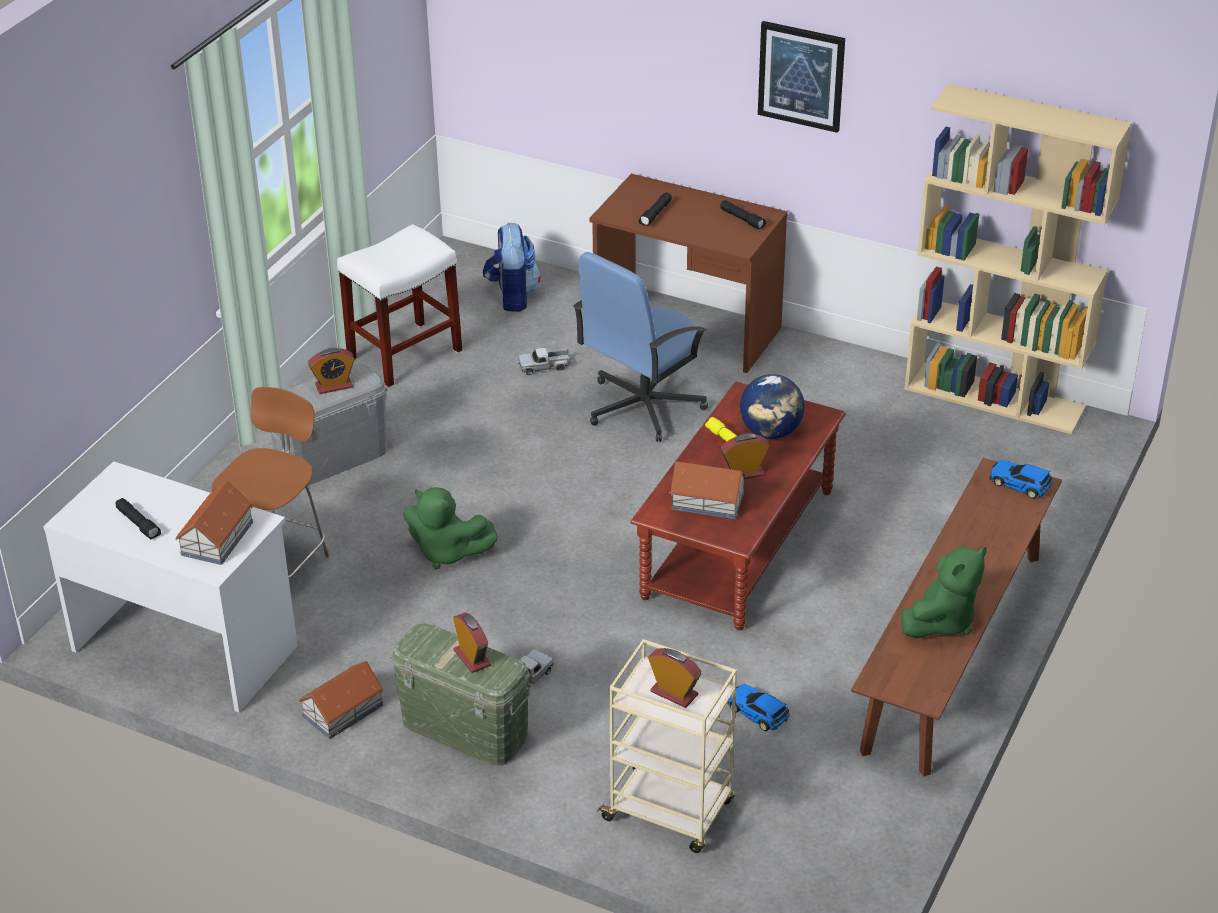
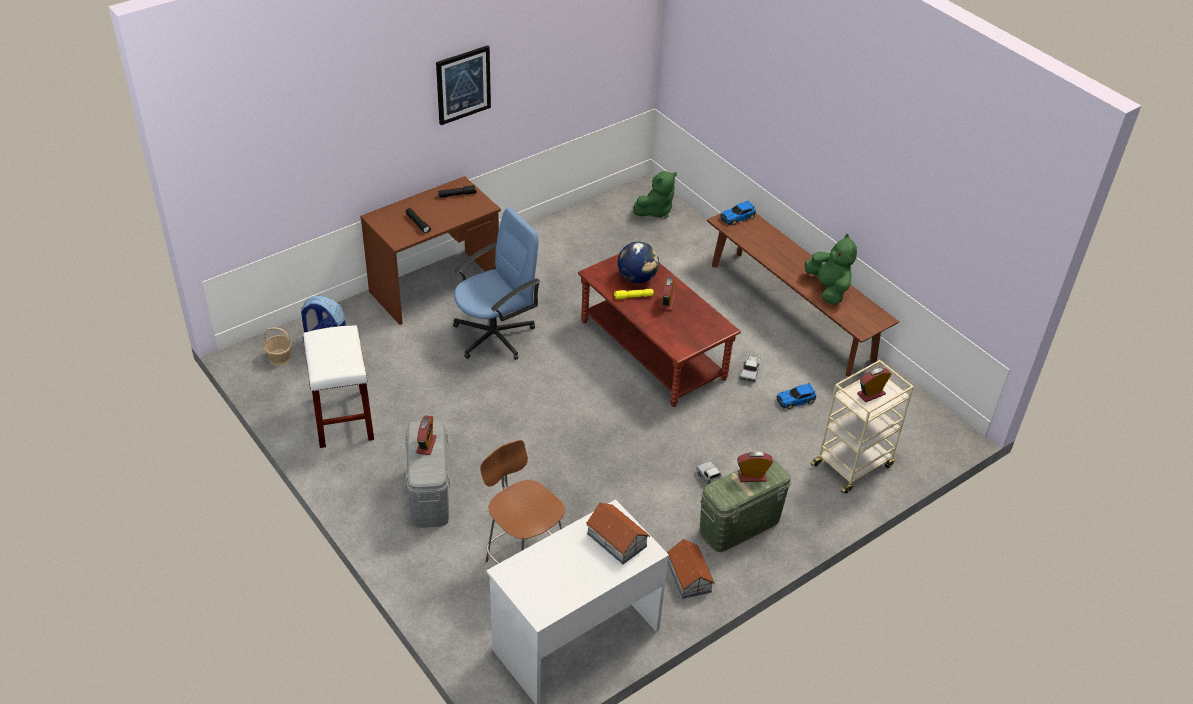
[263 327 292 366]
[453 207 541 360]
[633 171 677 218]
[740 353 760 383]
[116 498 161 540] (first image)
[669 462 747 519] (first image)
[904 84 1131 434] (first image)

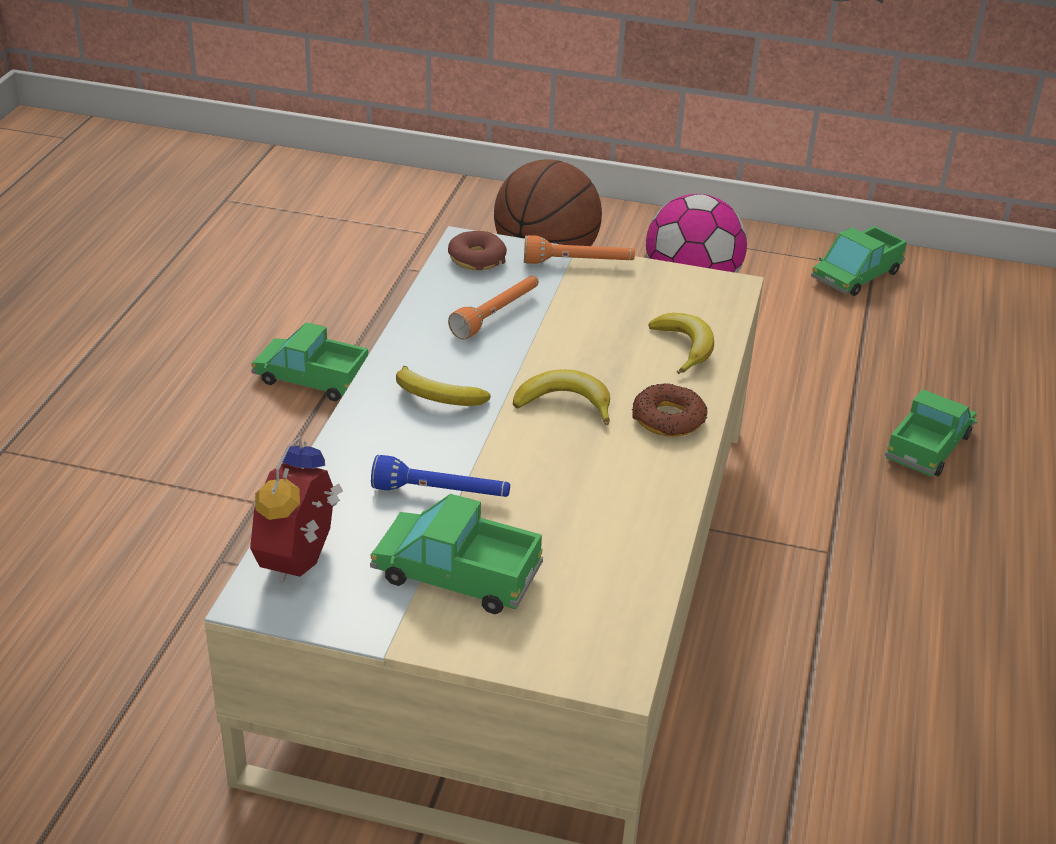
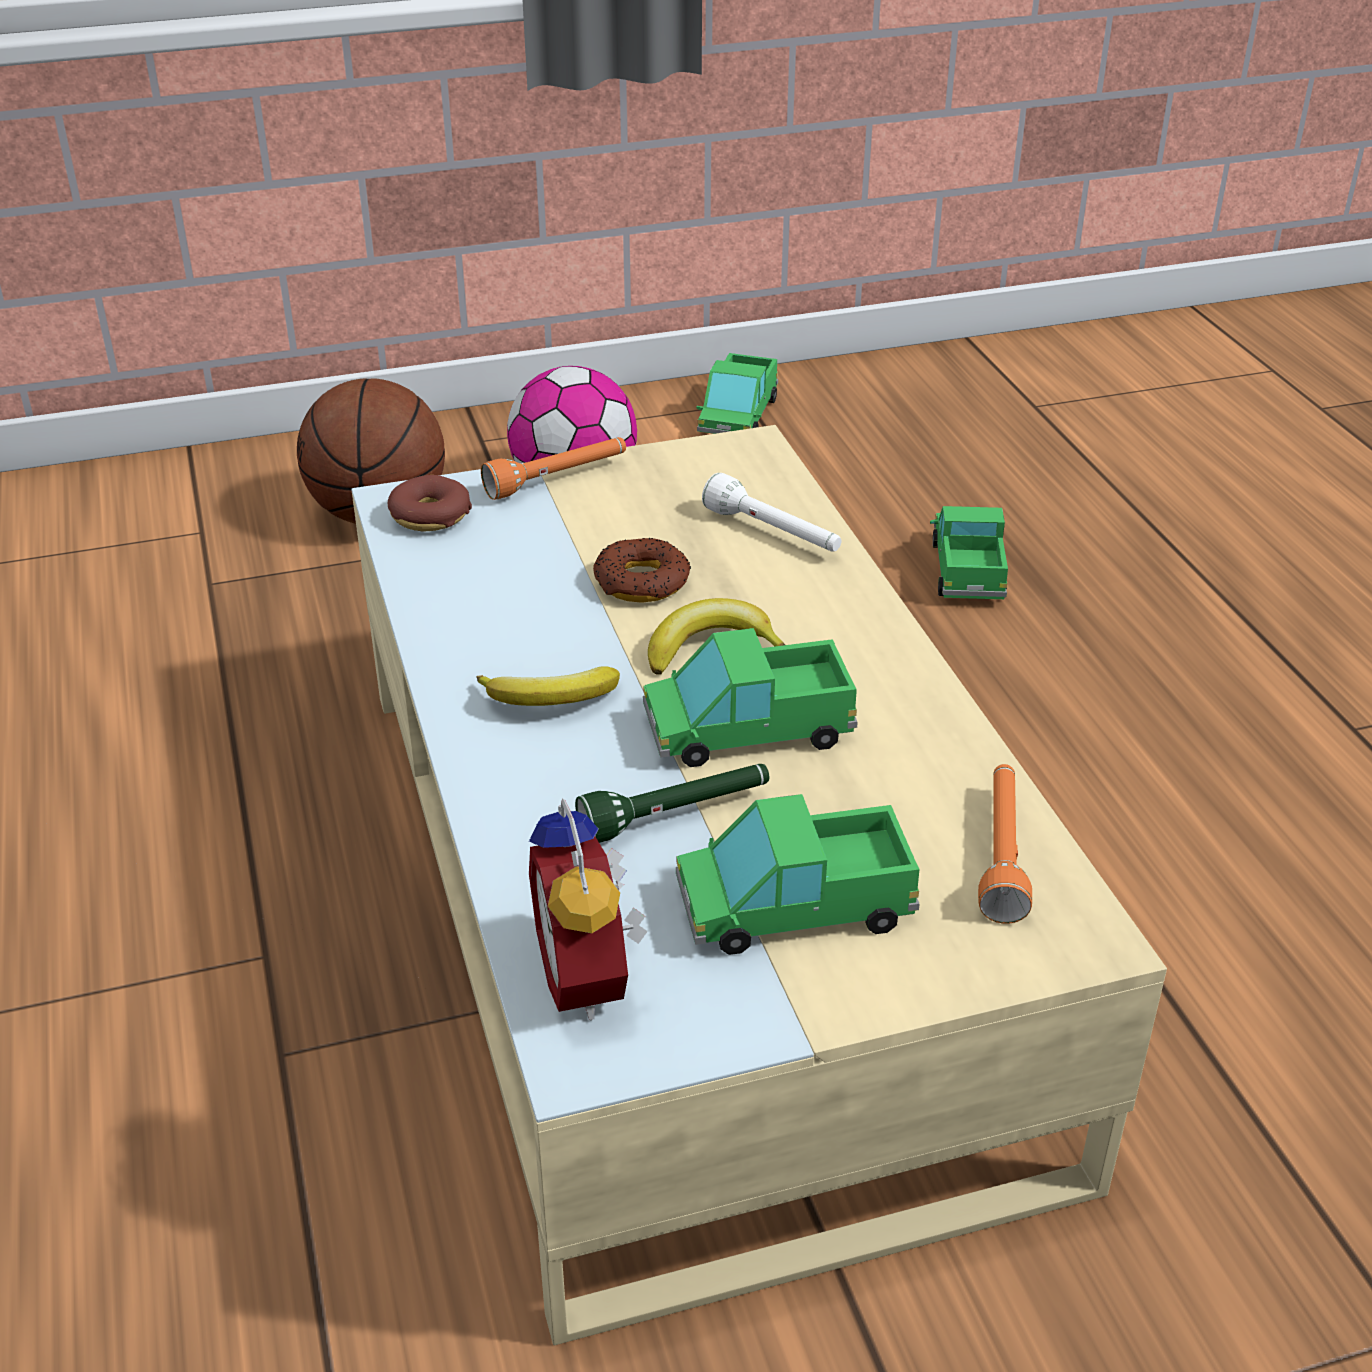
[575 764 769 843]
[593 538 691 603]
[643 628 858 767]
[702 473 841 552]
[978 764 1032 924]

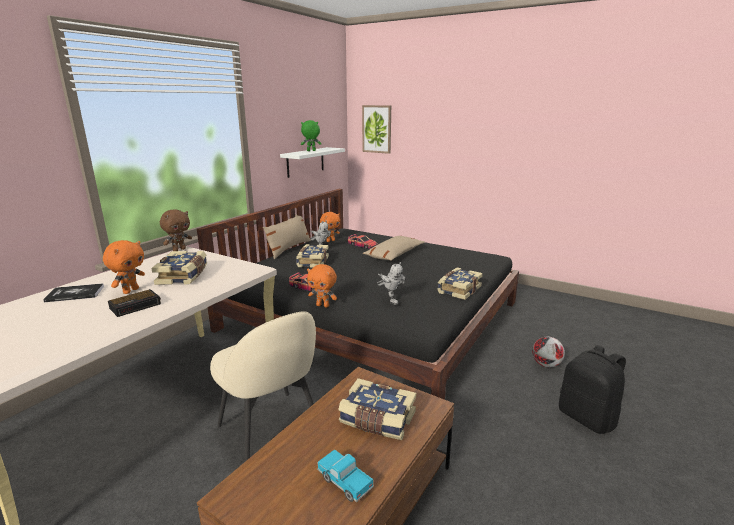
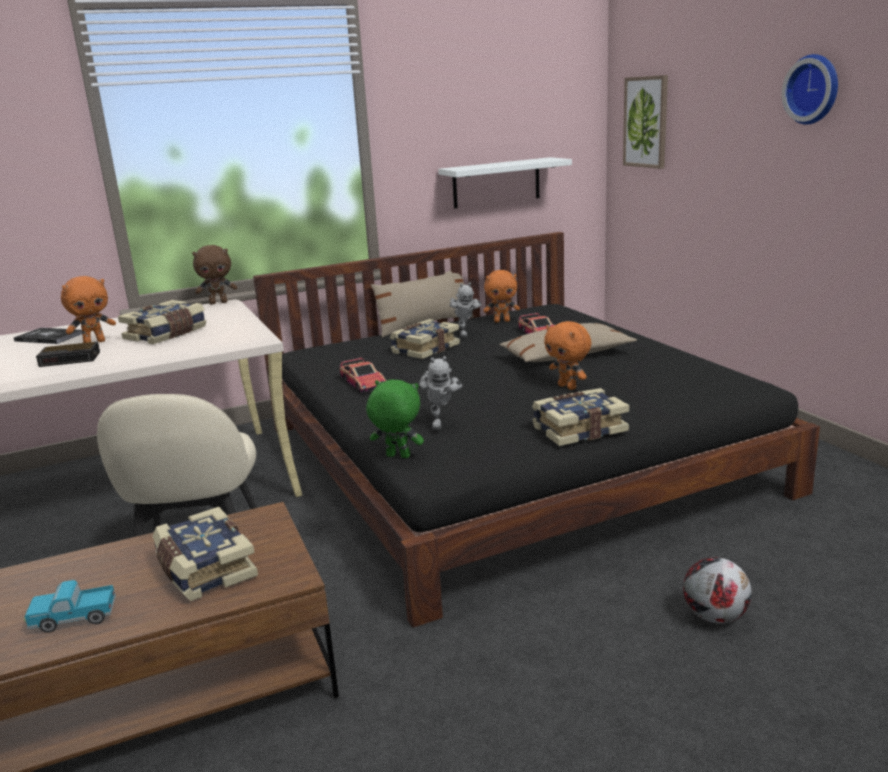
[23 580 116 633]
[366 380 424 458]
[544 321 591 390]
[782 54 838 125]
[559 345 626 434] (first image)

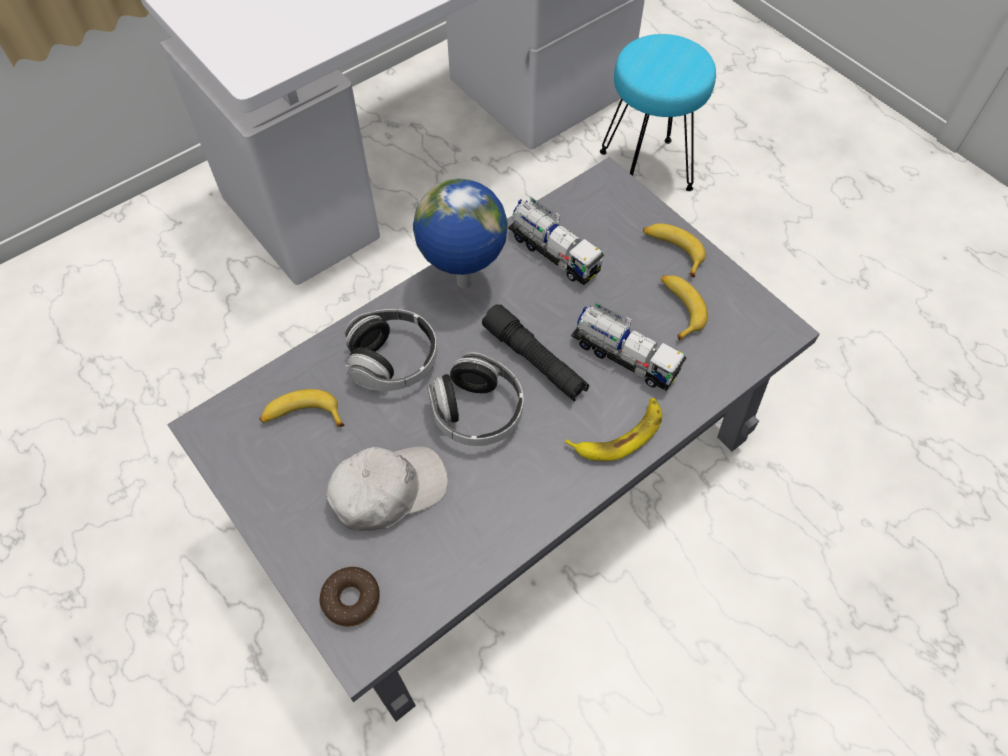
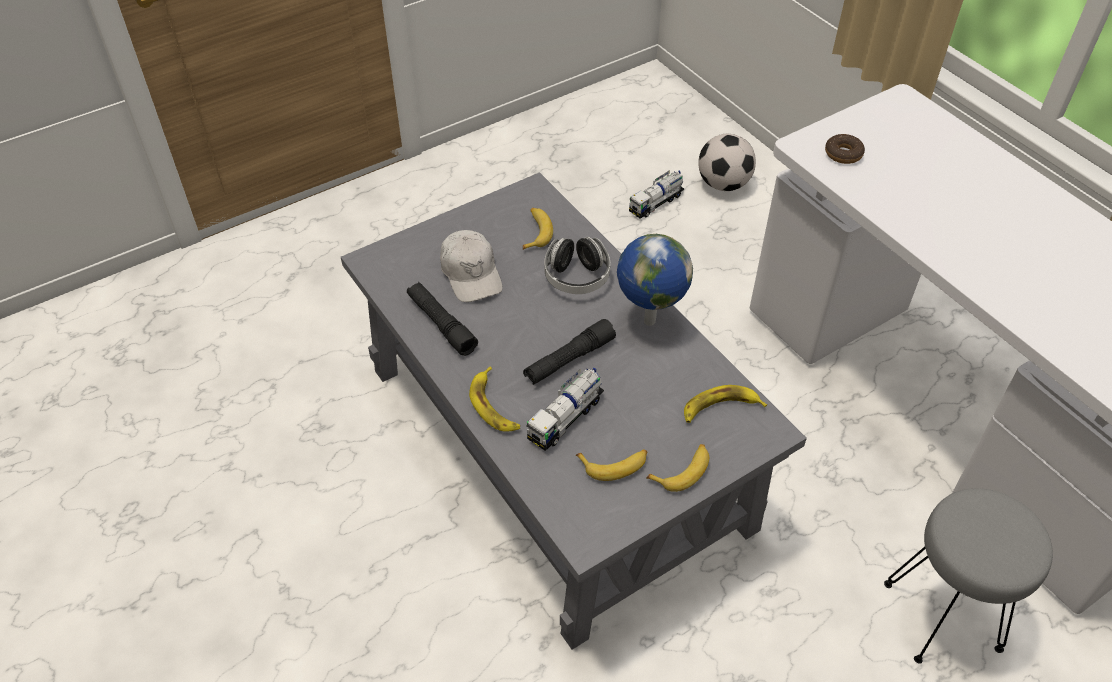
[407 282 478 356]
[629 170 684 218]
[684 385 767 423]
[698 134 756 191]
[825 134 865 164]
[884 488 1053 664]
[427 352 523 446] (first image)

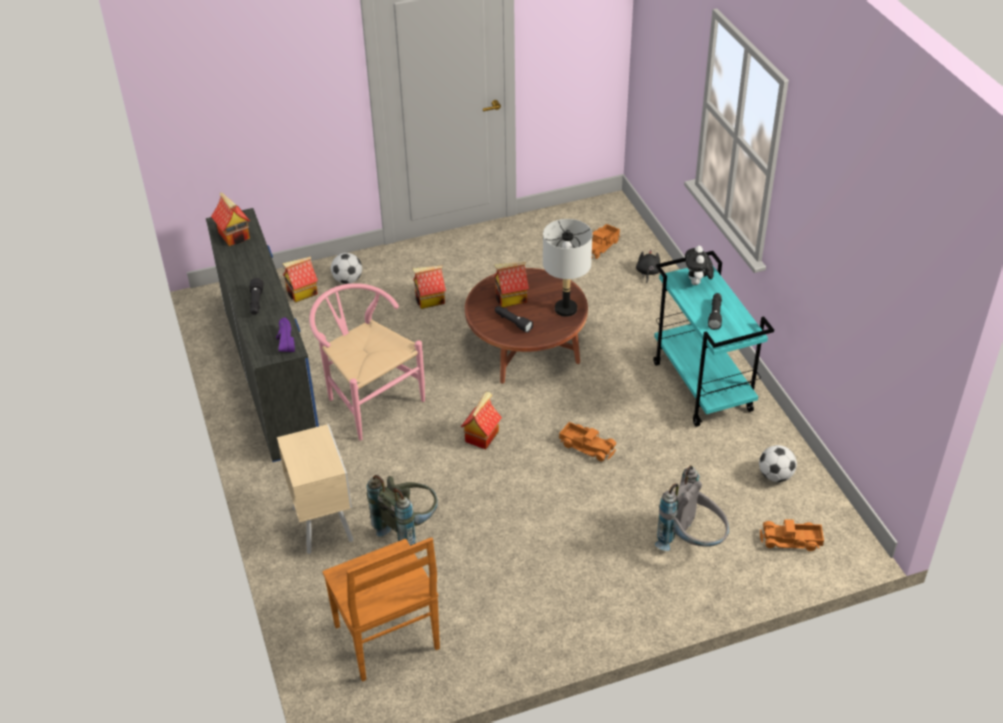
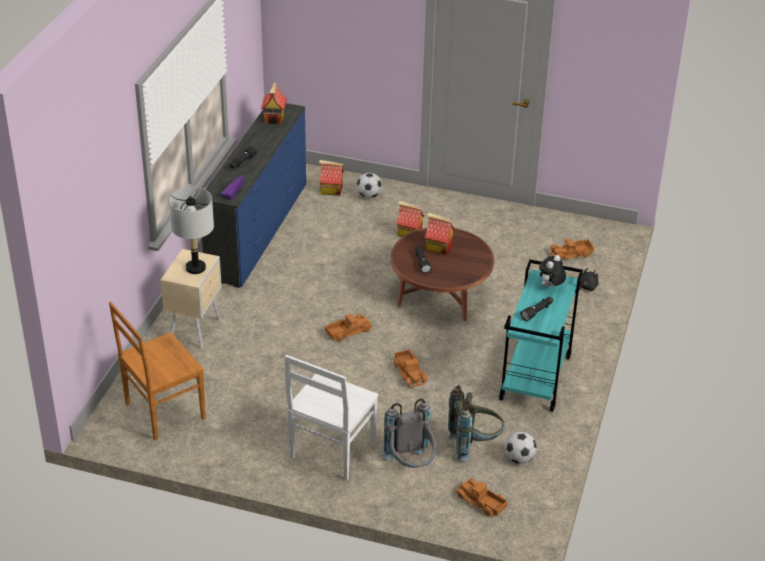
[109 301 205 441]
[169 187 214 274]
[285 355 379 481]
[325 314 372 341]
[448 385 505 462]
[309 283 425 441] (first image)

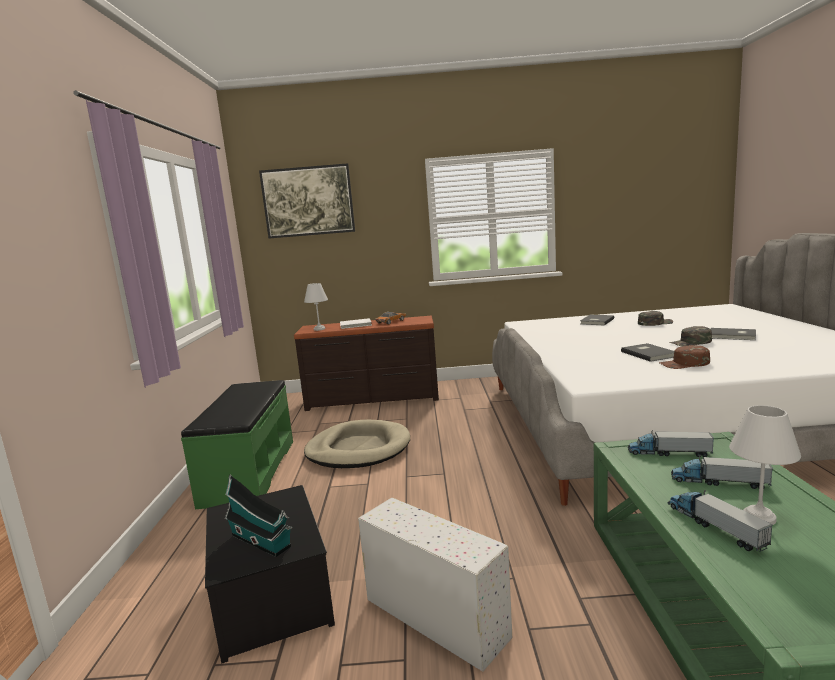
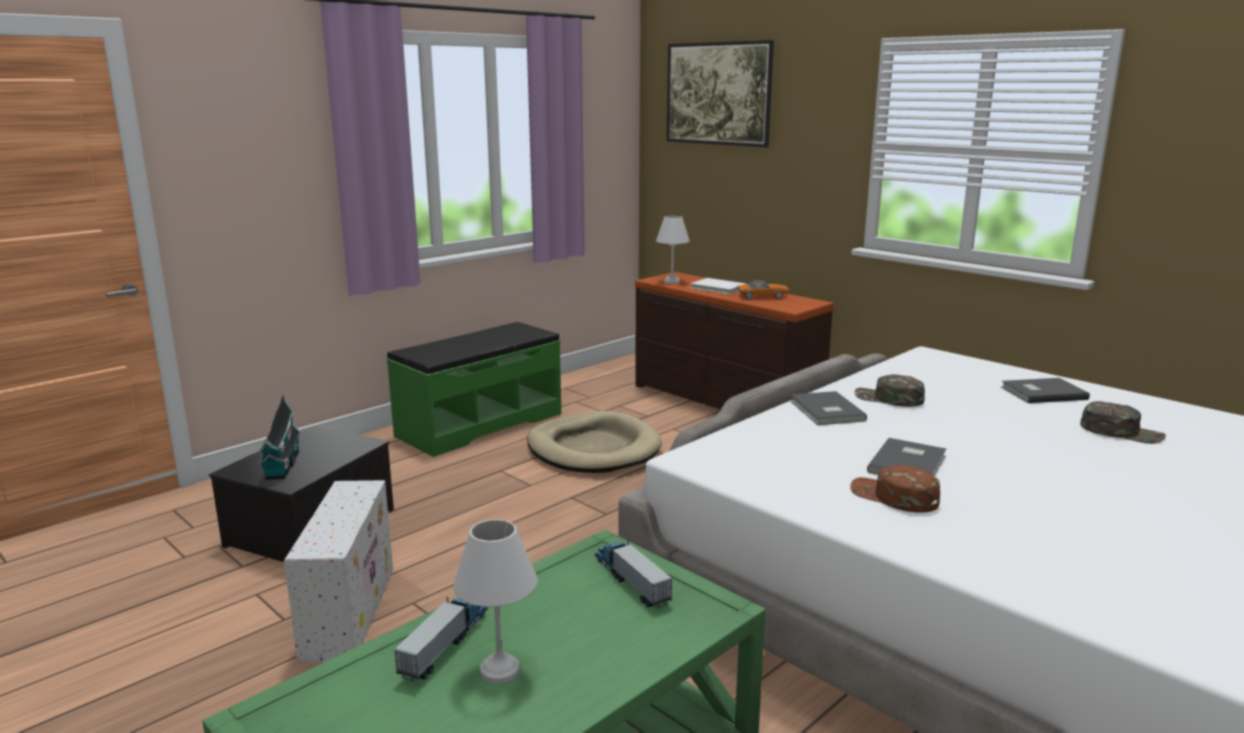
[790 391 867 425]
[855 374 925 407]
[671 455 773 489] (first image)

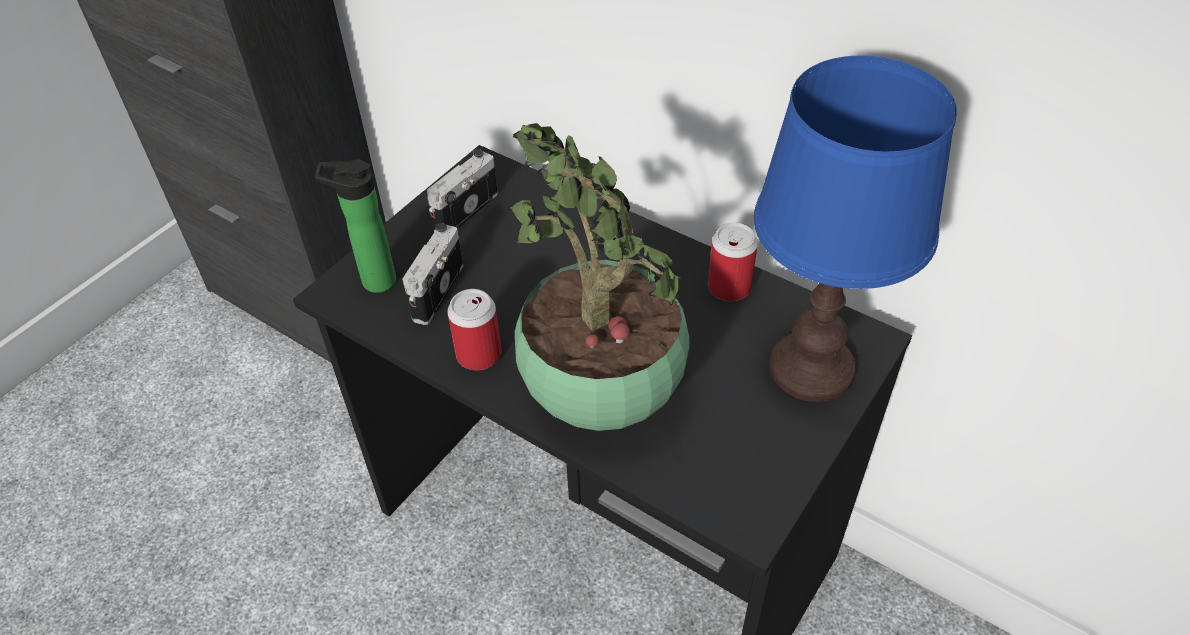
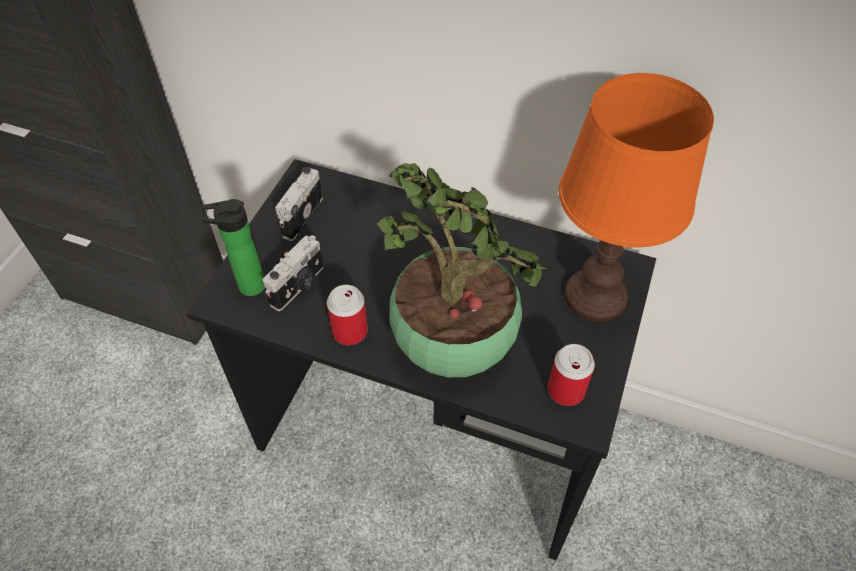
[262 235 323 311]
[548 344 595 406]
[559 73 714 322]

